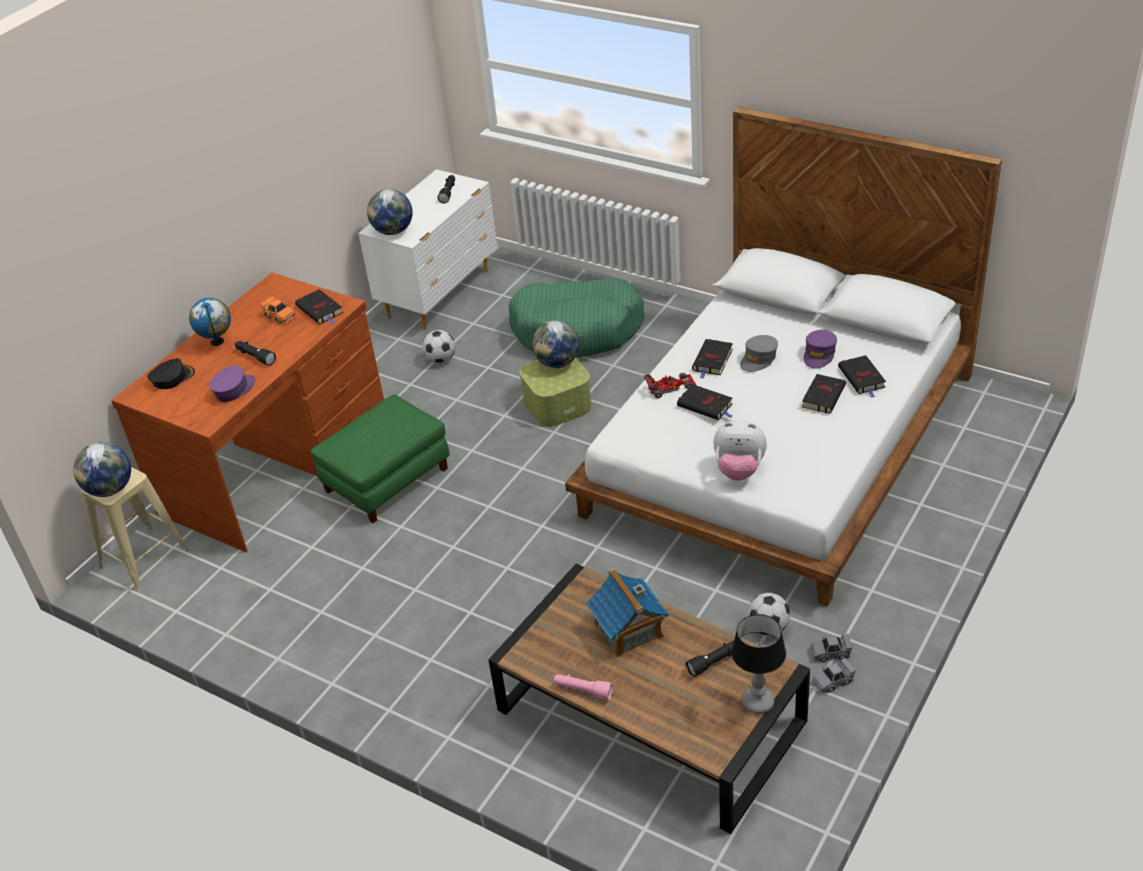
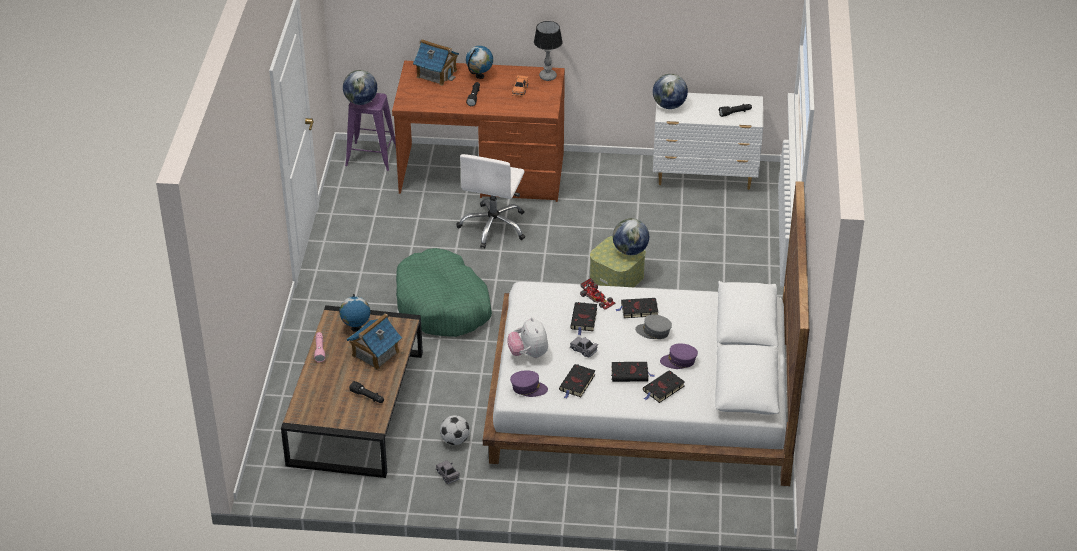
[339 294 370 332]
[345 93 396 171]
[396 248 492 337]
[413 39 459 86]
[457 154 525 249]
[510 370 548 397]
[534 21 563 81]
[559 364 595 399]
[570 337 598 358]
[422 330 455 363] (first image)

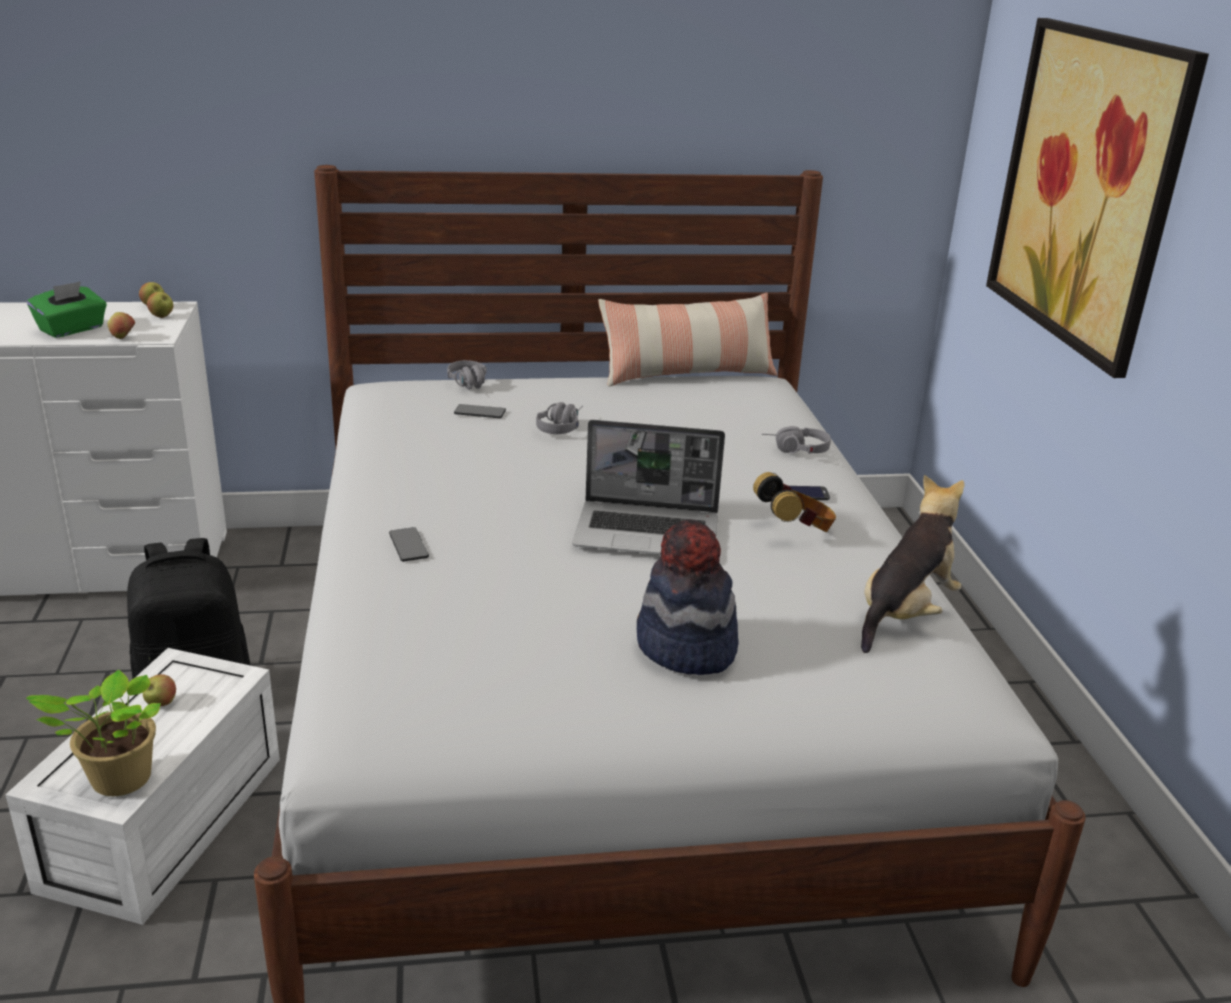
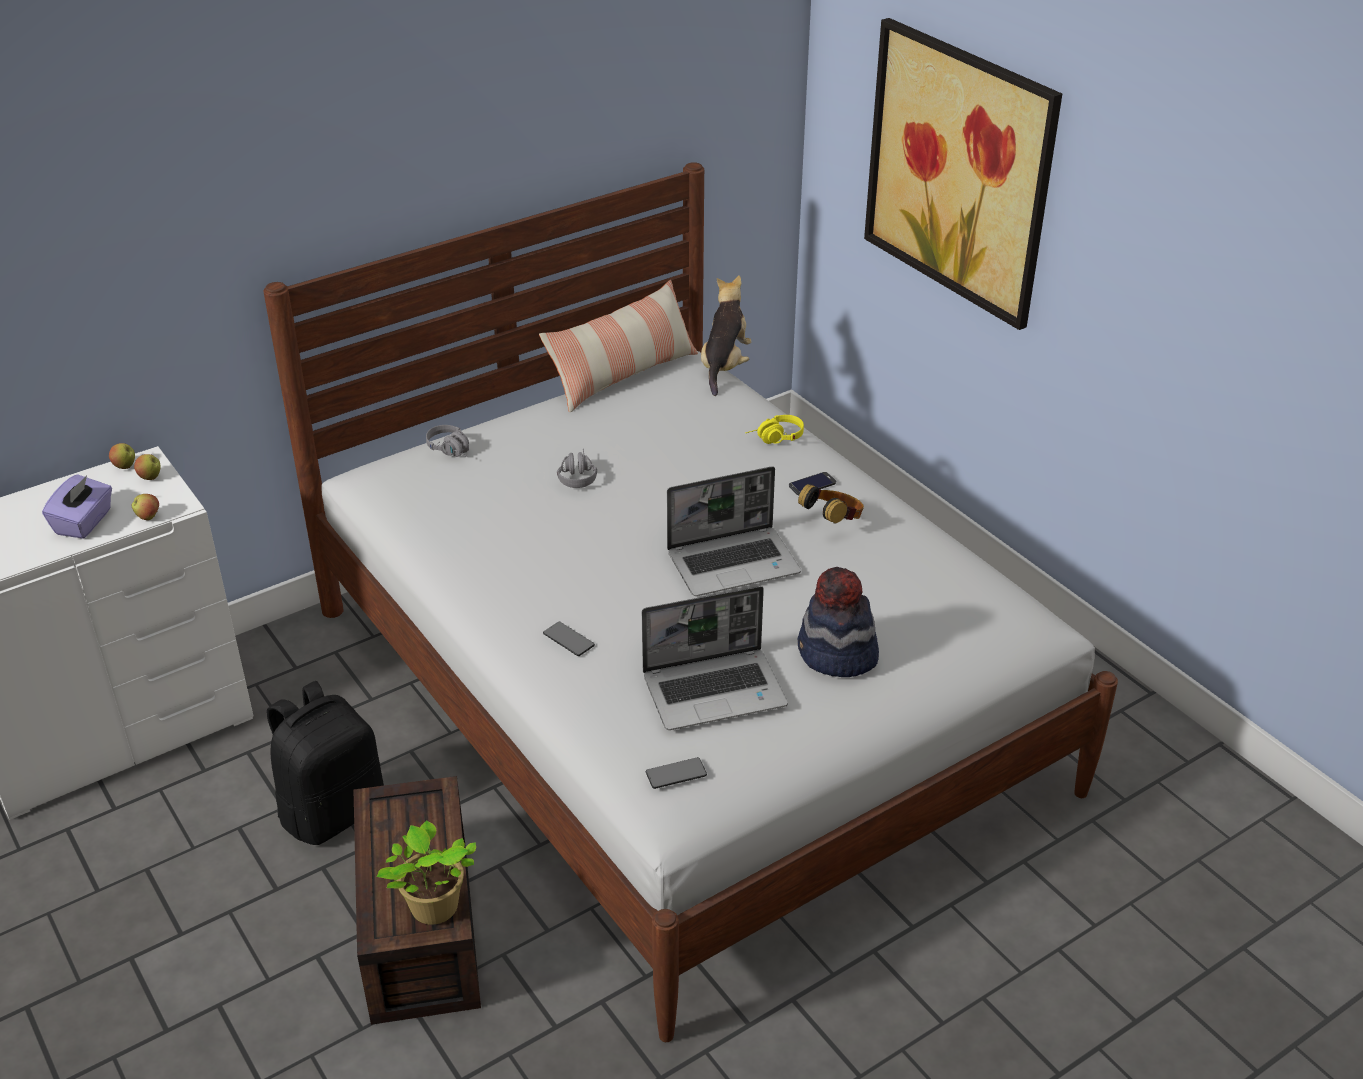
[42 474 112 539]
[354 776 481 1025]
[642 586 788 730]
[646 757 707 789]
[701 275 752 396]
[745 415 804 444]
[143 674 176 707] (first image)

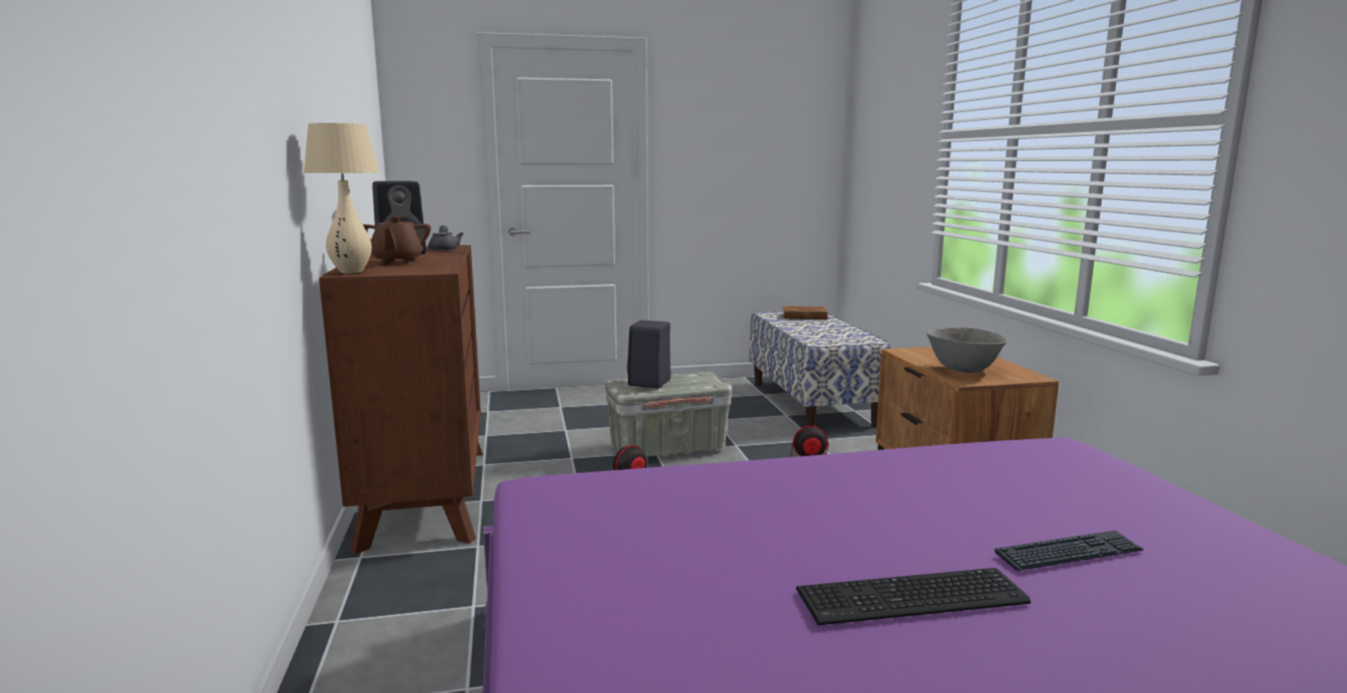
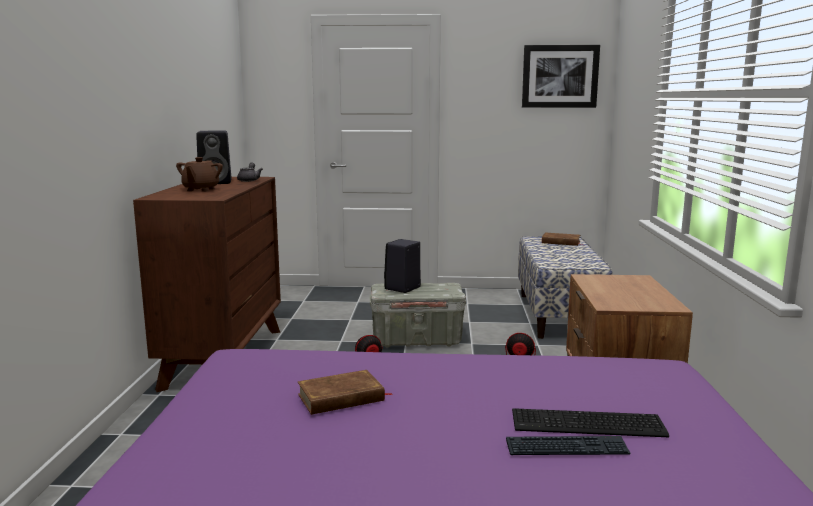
[298 370 393 415]
[512 408 669 437]
[522 45 600 108]
[303 123 379 273] (first image)
[927 327 1008 373] (first image)

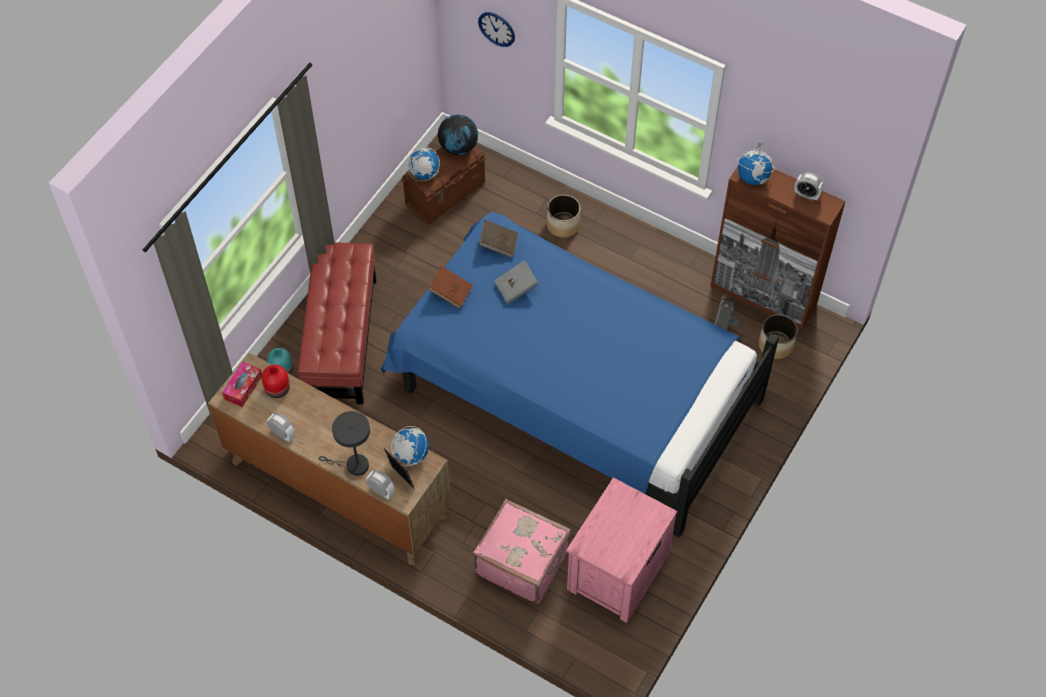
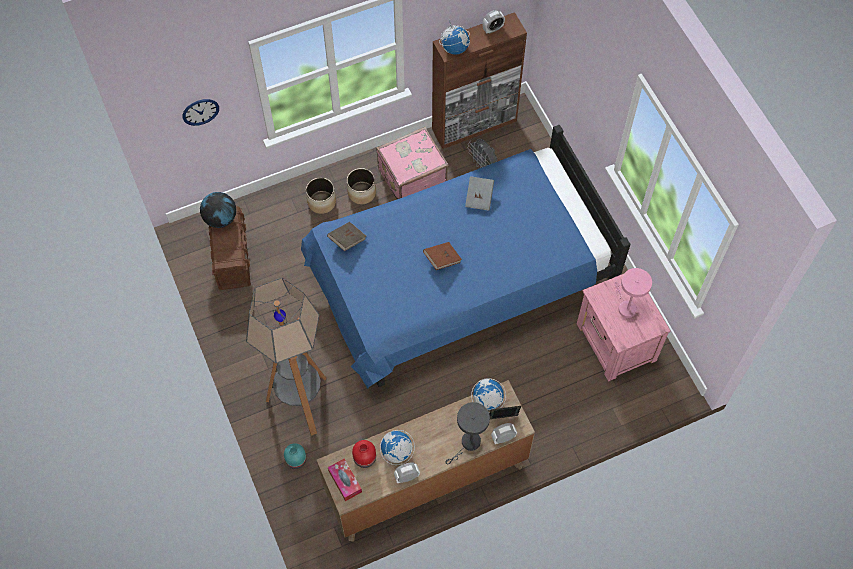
[246 278 327 436]
[347 168 376 204]
[376 127 448 200]
[380 430 415 465]
[423 242 462 270]
[465 176 494 211]
[614 268 652 318]

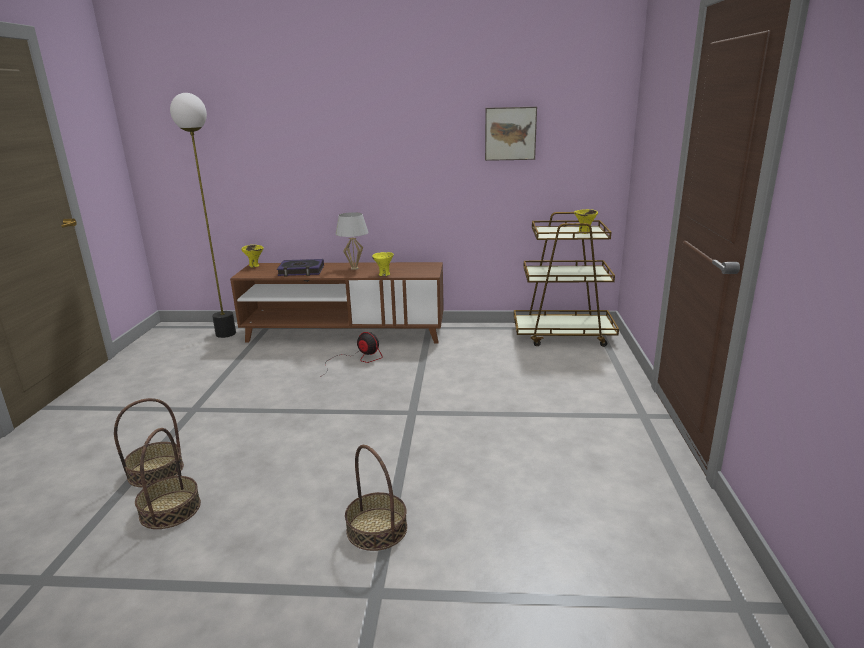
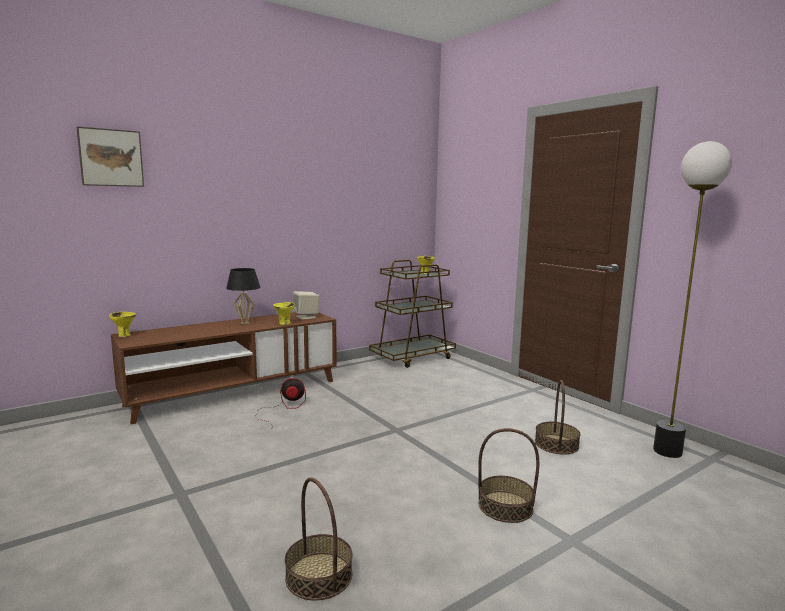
[76 126 144 187]
[226 268 260 324]
[292 291 319 320]
[535 380 581 455]
[653 141 732 458]
[277 259 324 277] (first image)

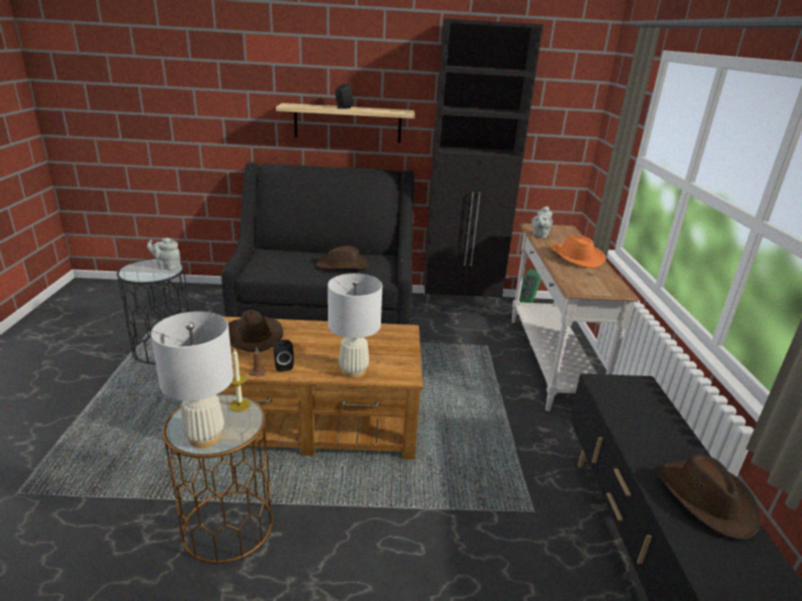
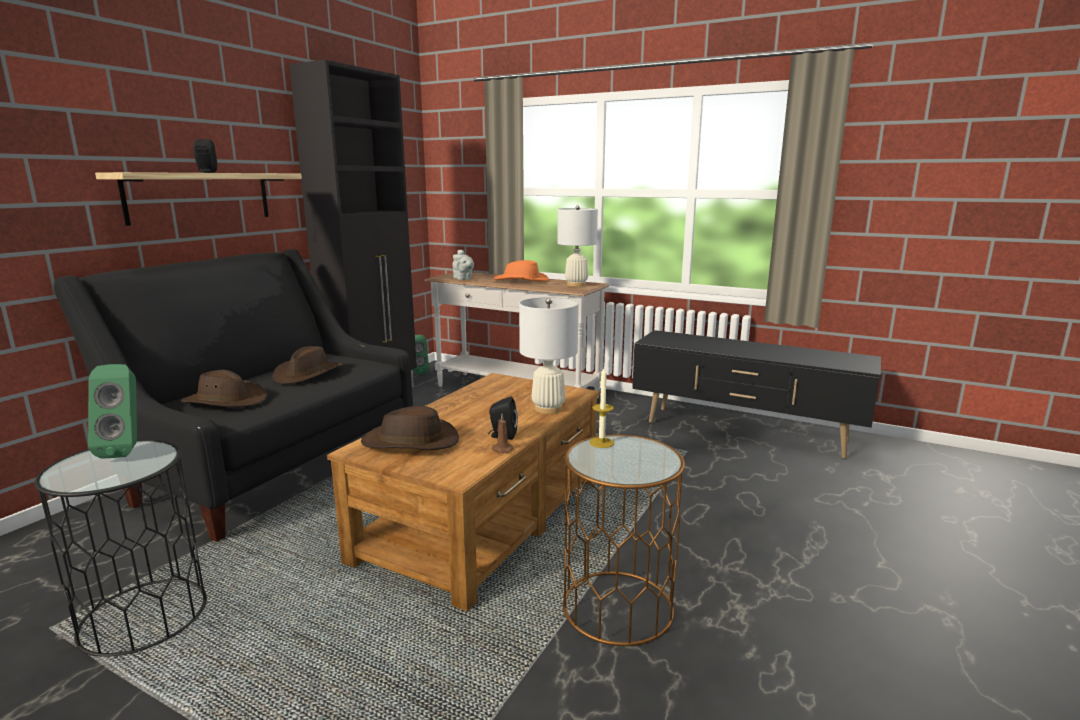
[88 364 137 459]
[181 370 268 407]
[557 205 598 287]

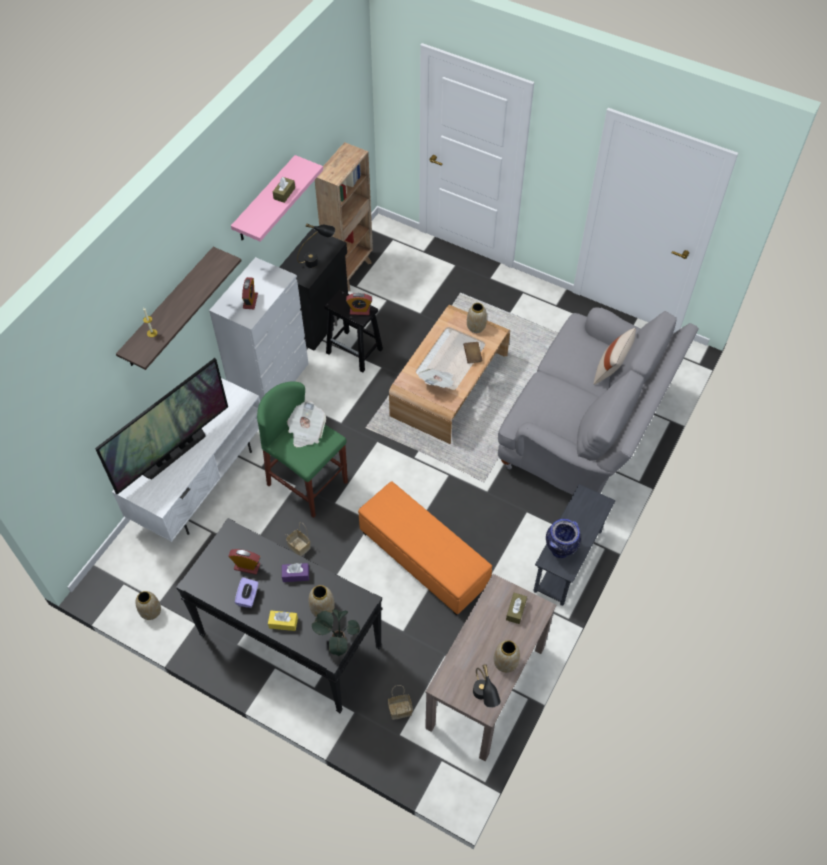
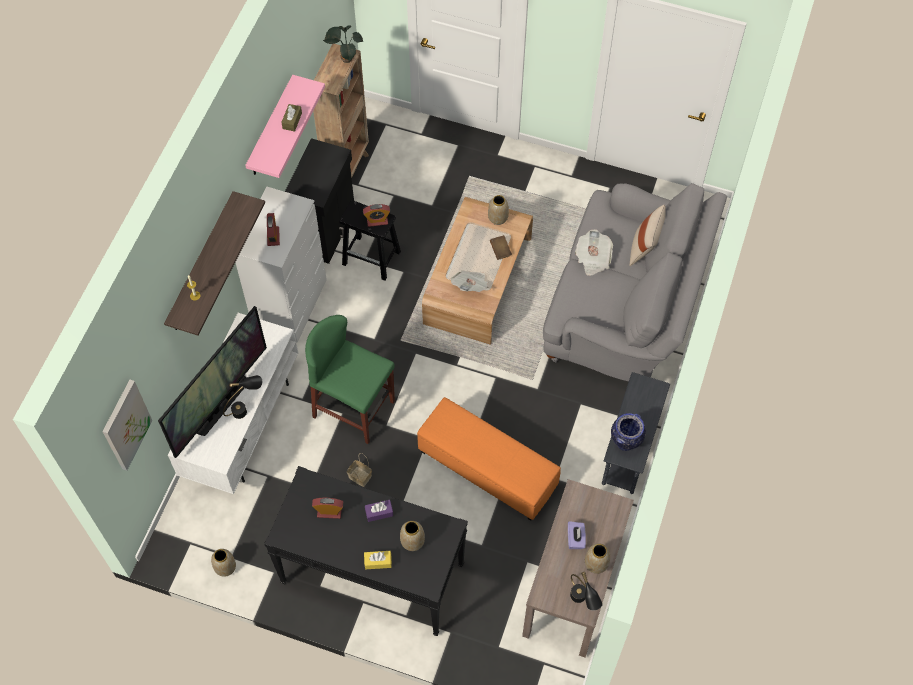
[102 380 152 471]
[223 375 262 419]
[323 25 363 63]
[568 521 586 549]
[575 229 613 276]
[388 685 413 720] (first image)
[506 593 527 624] (first image)

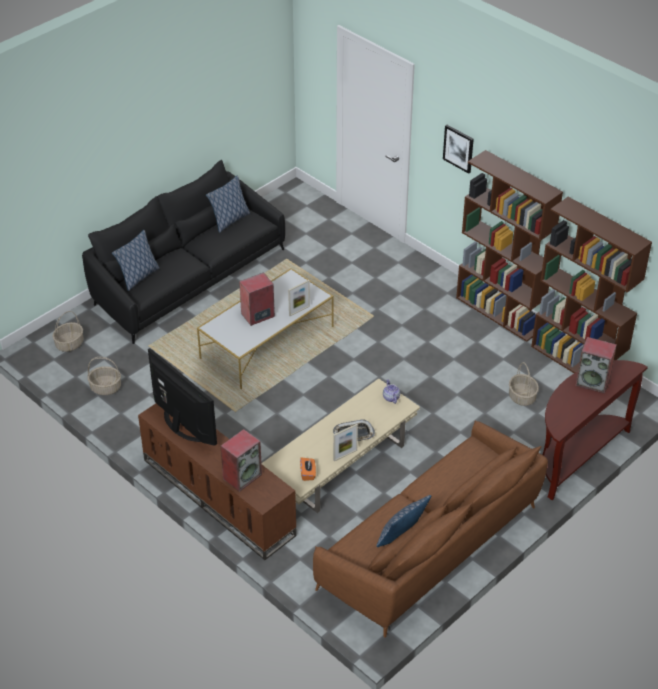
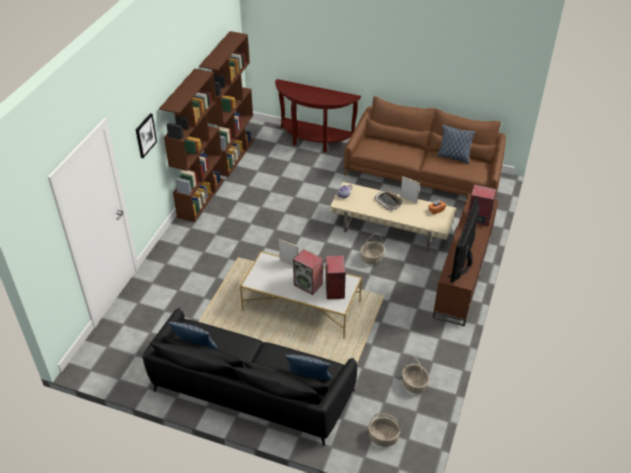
[325 256 346 299]
[360 233 385 265]

